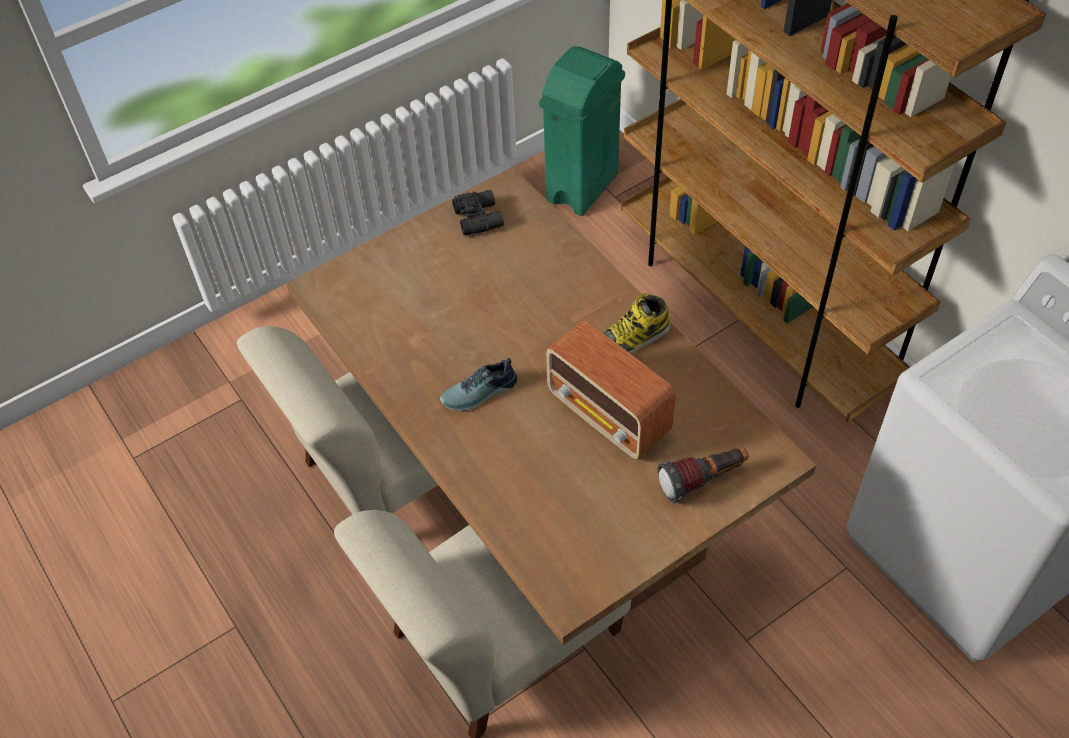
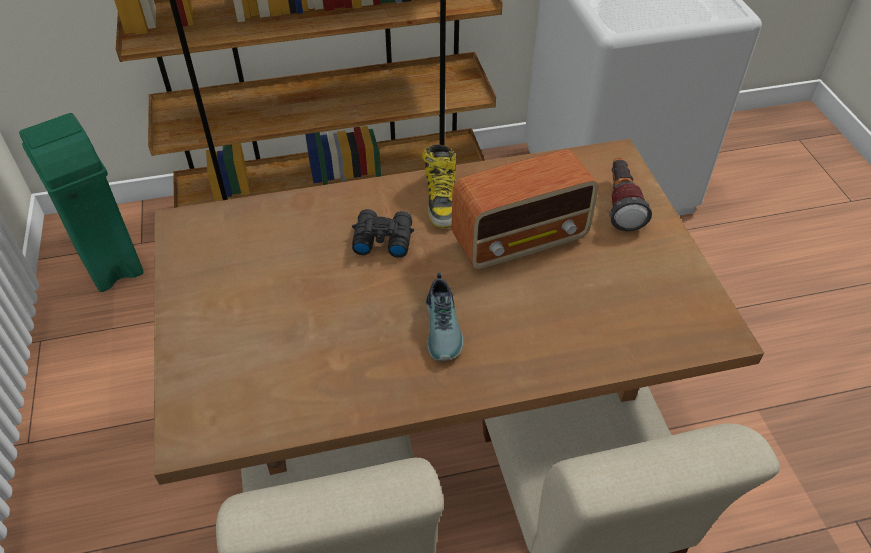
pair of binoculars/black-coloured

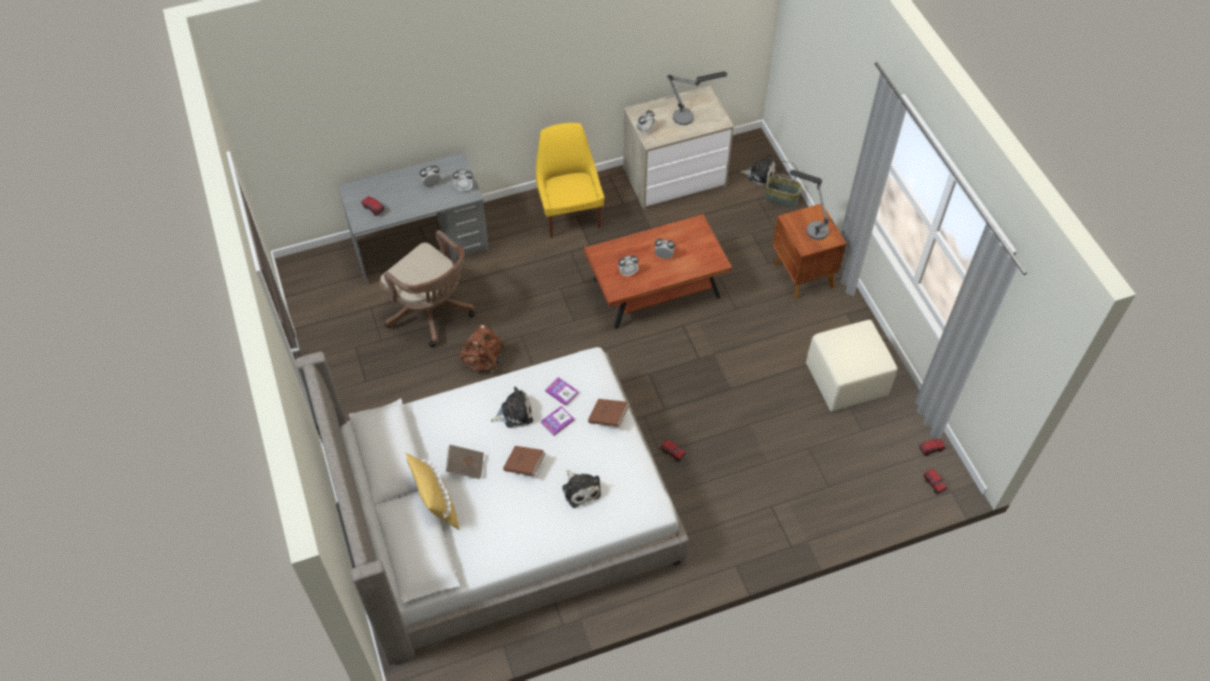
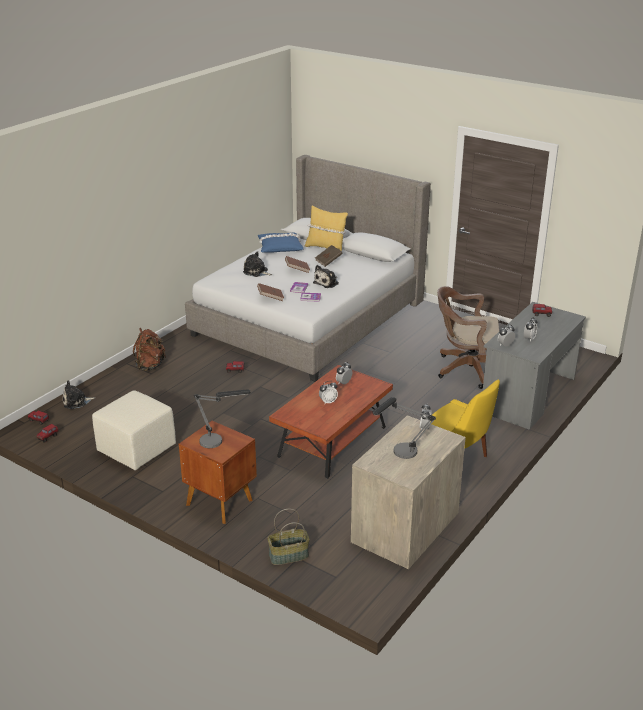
plush toy (1st from left); knapsack/brown; cushion/bluish

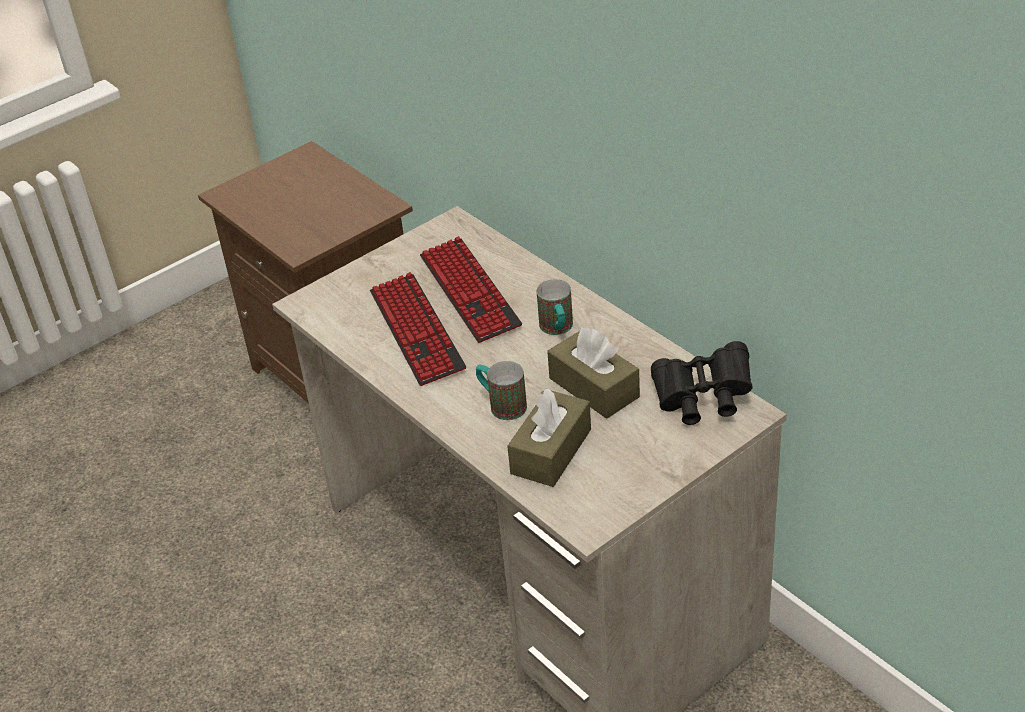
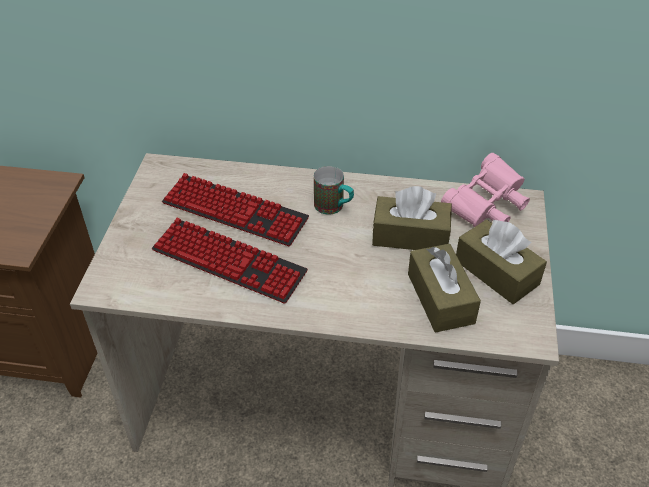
pair of binoculars/pinkish; mug (1st from left in the first image); tissue box/brown (3rd from left)

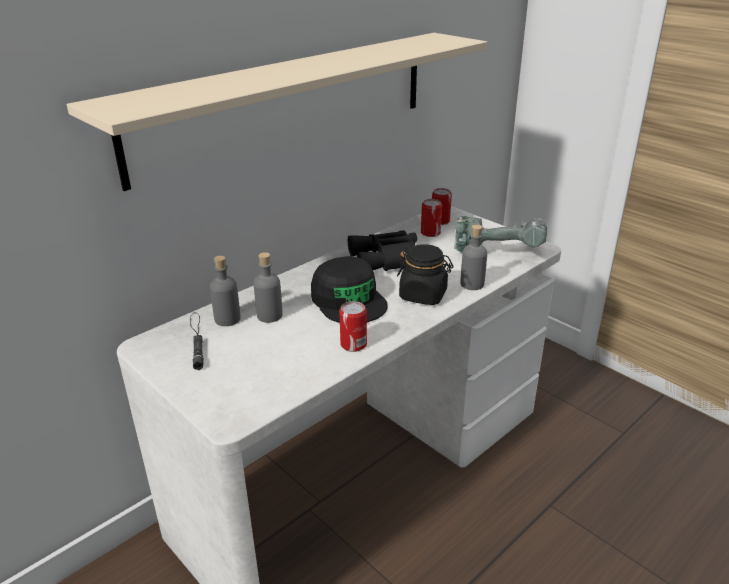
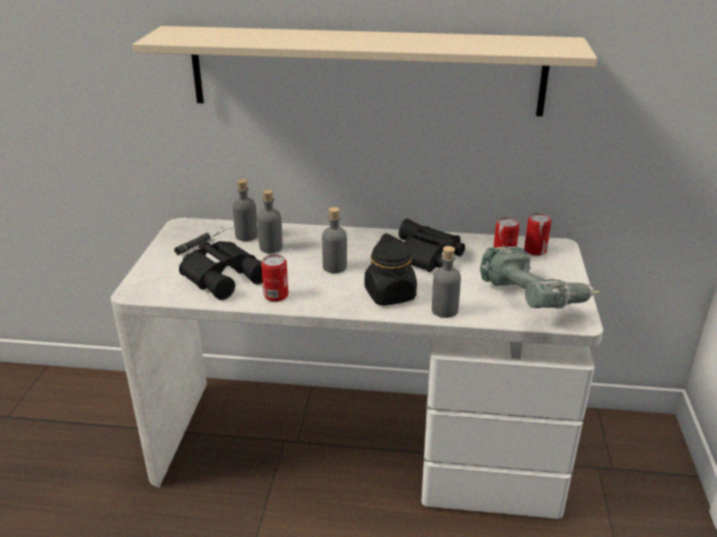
beverage bottle/greyish (3rd from left); pair of binoculars/black-coloured (1st from left)

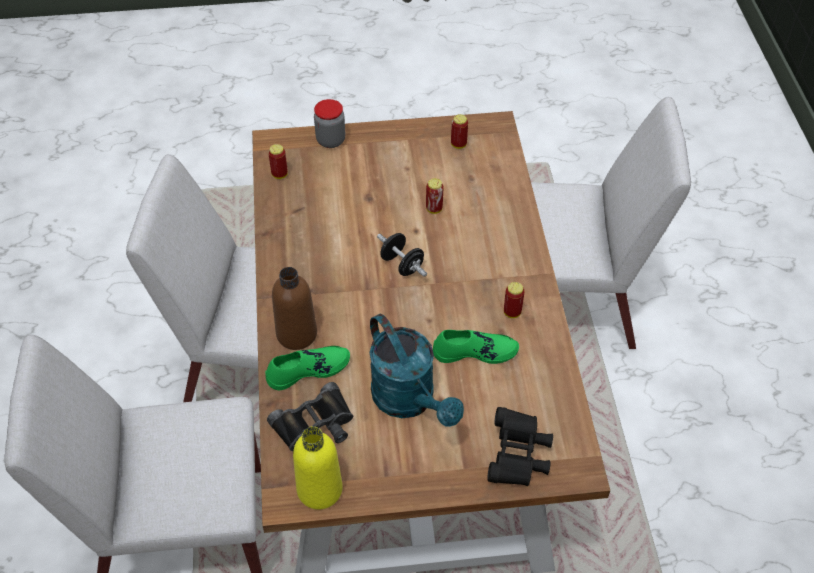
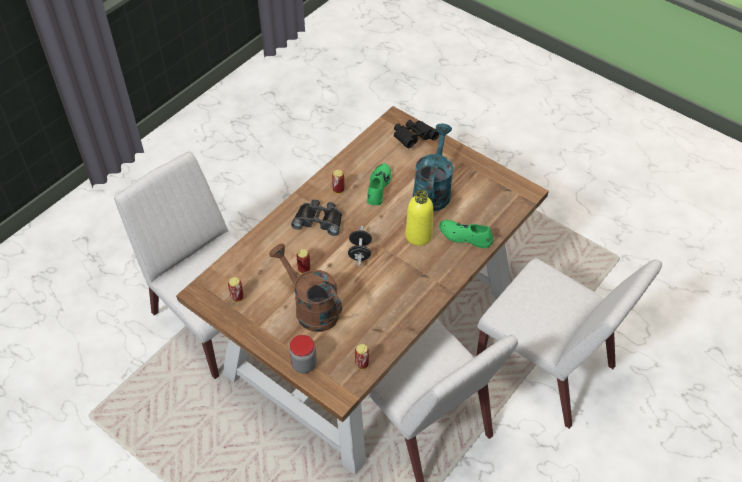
beverage bottle/brown; low shoe/green (1st from left); pair of binoculars/black-coloured (1st from left); beverage bottle/yellow-coloured; watering pot/brown

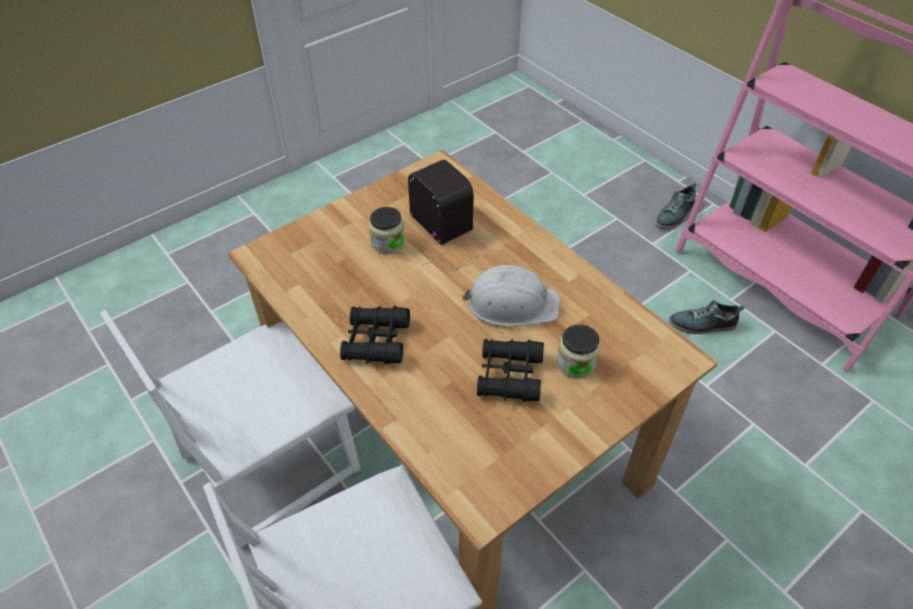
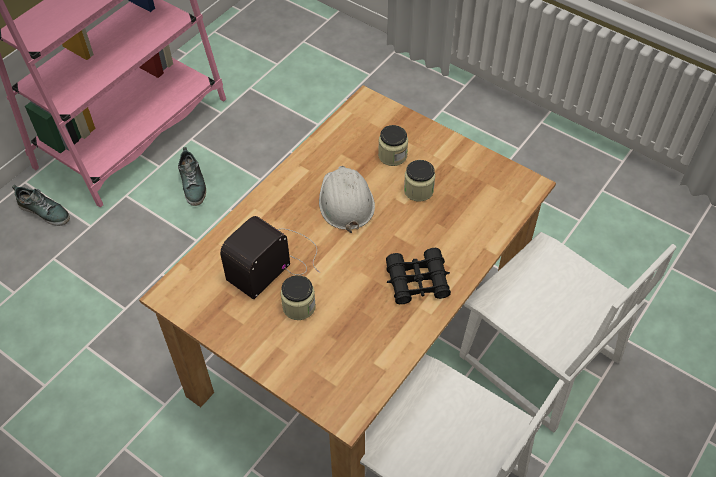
preserve jar (3rd from left)

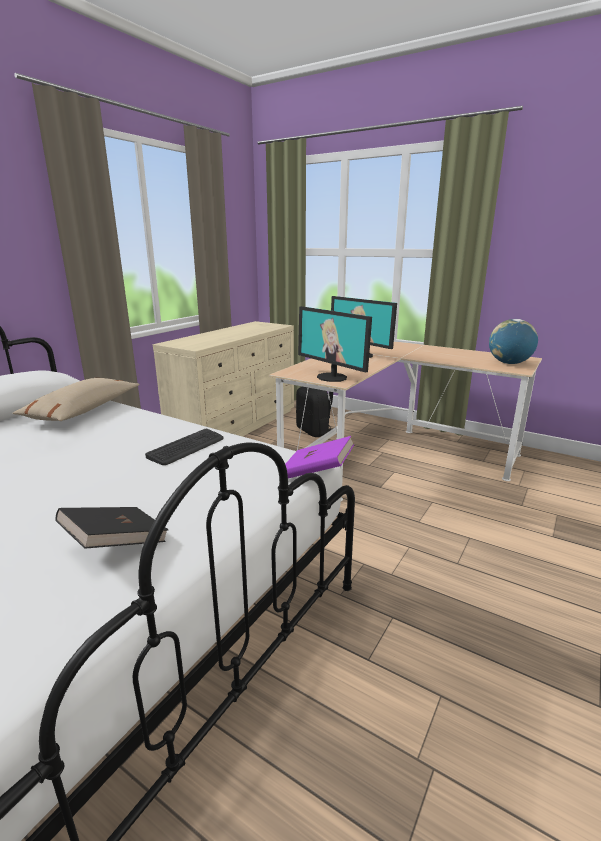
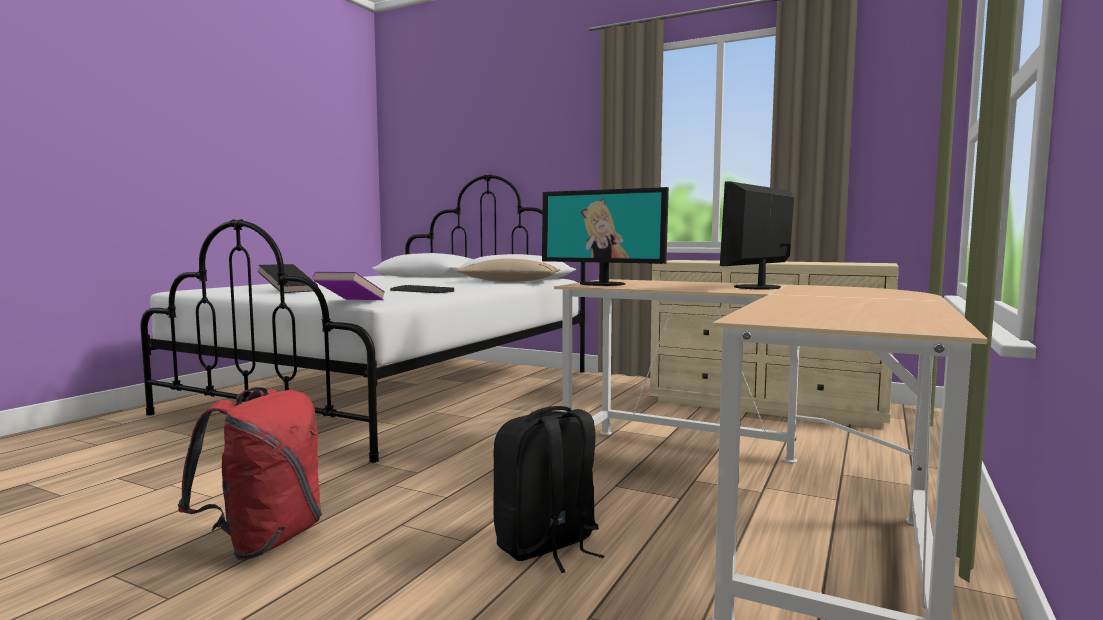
monitor (1st from left); globe; knapsack/black-coloured; knapsack/reddish

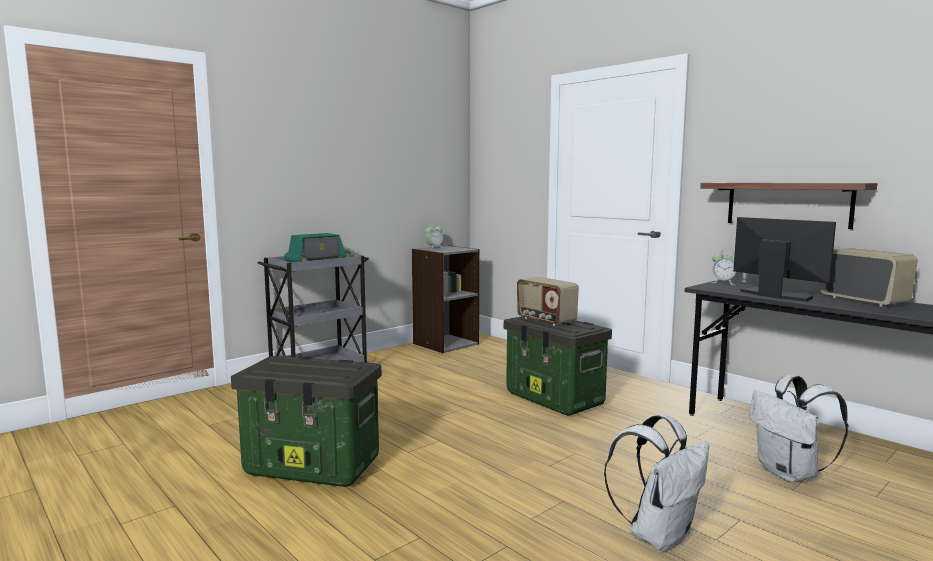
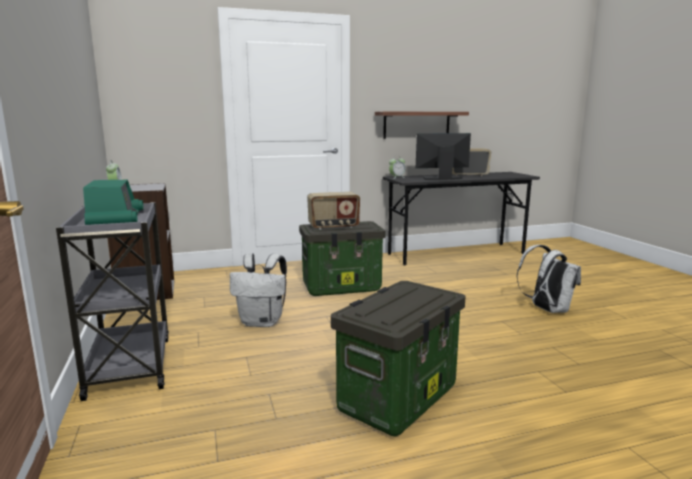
knapsack/white (1st from left)

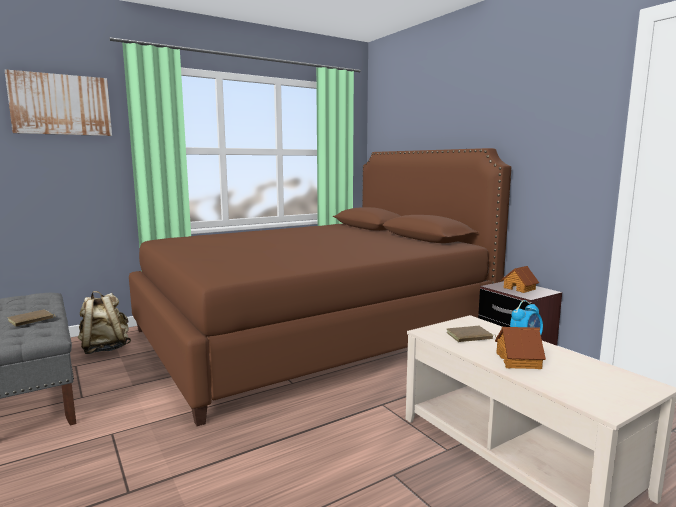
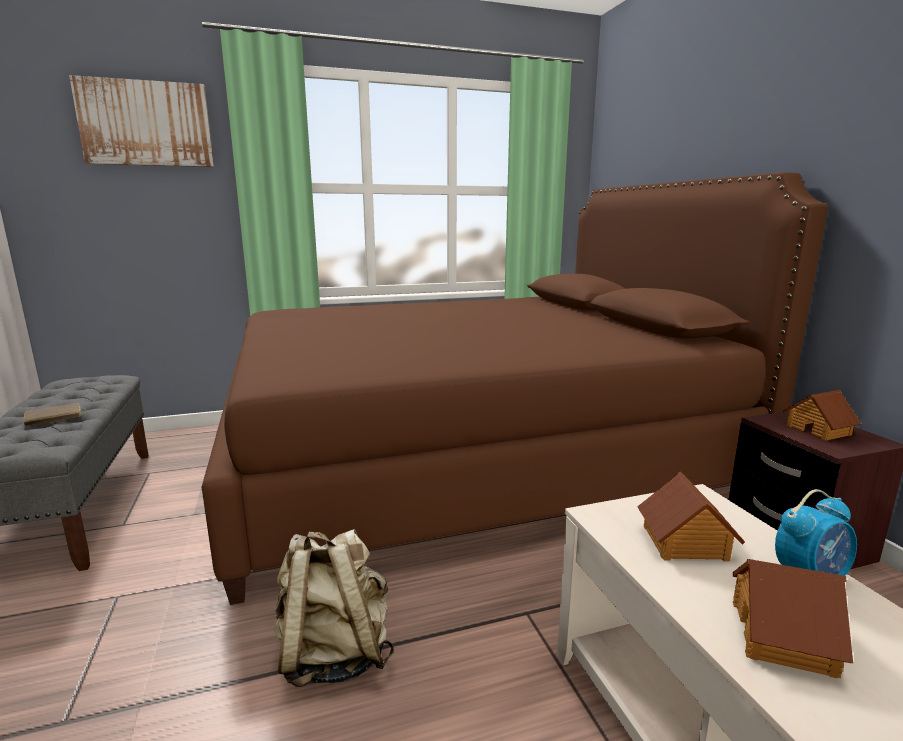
knapsack/beige; model house (1st from left)

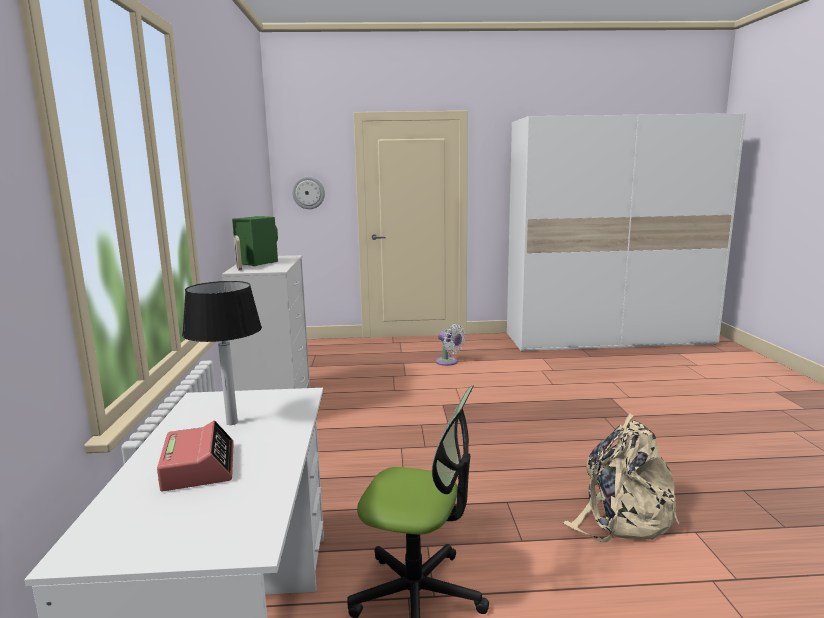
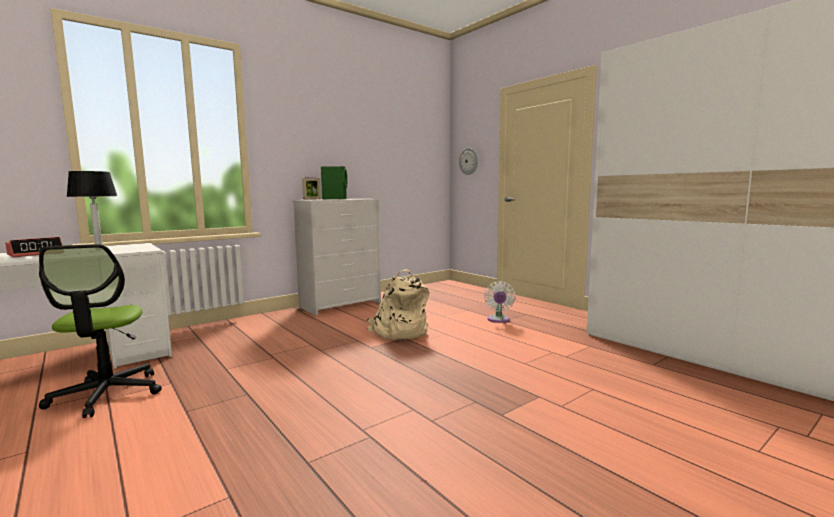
knapsack/beige

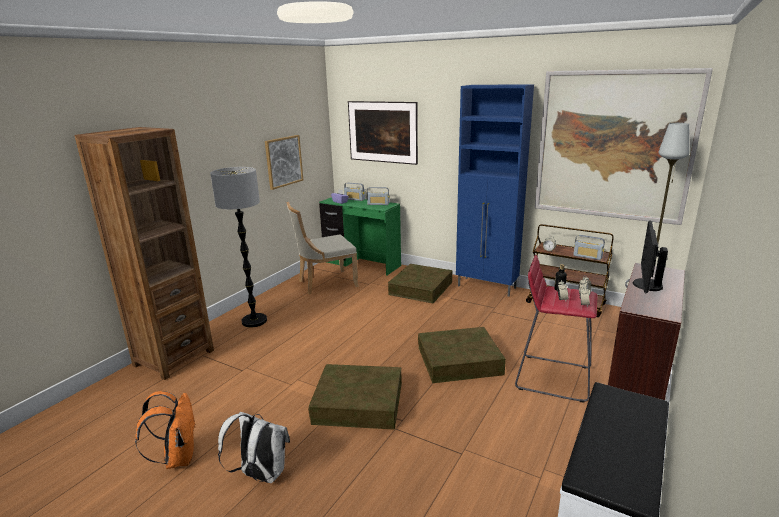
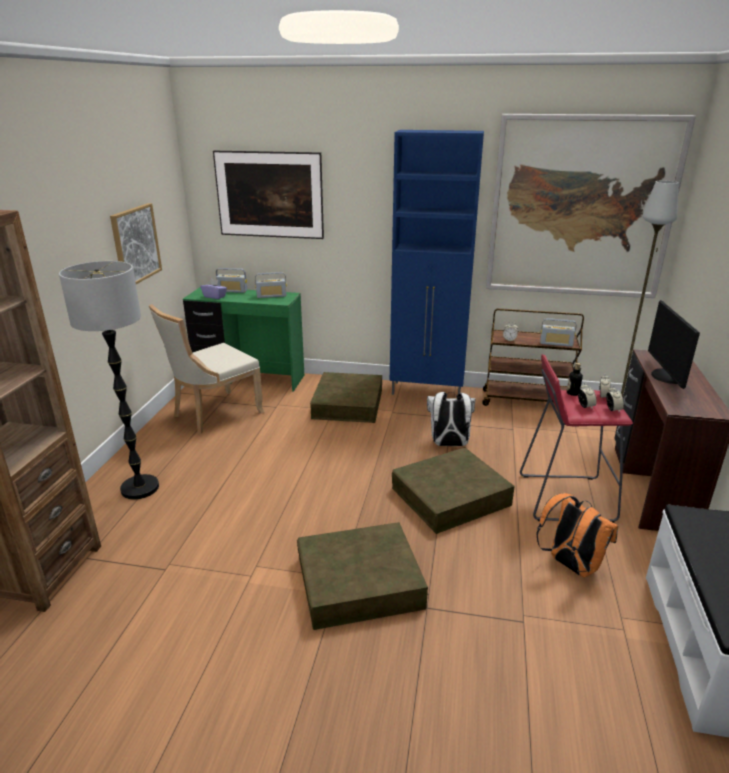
knapsack/orangey; knapsack/white

